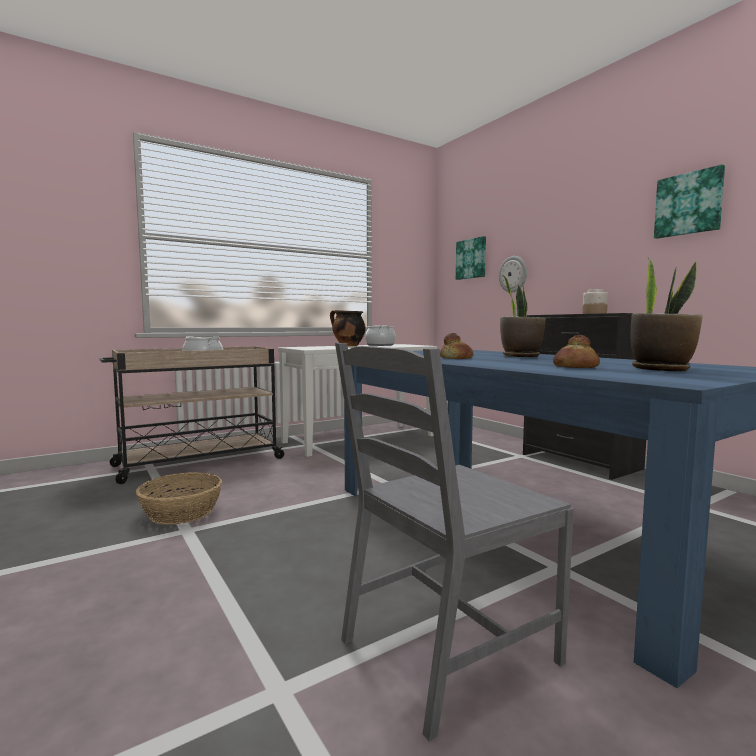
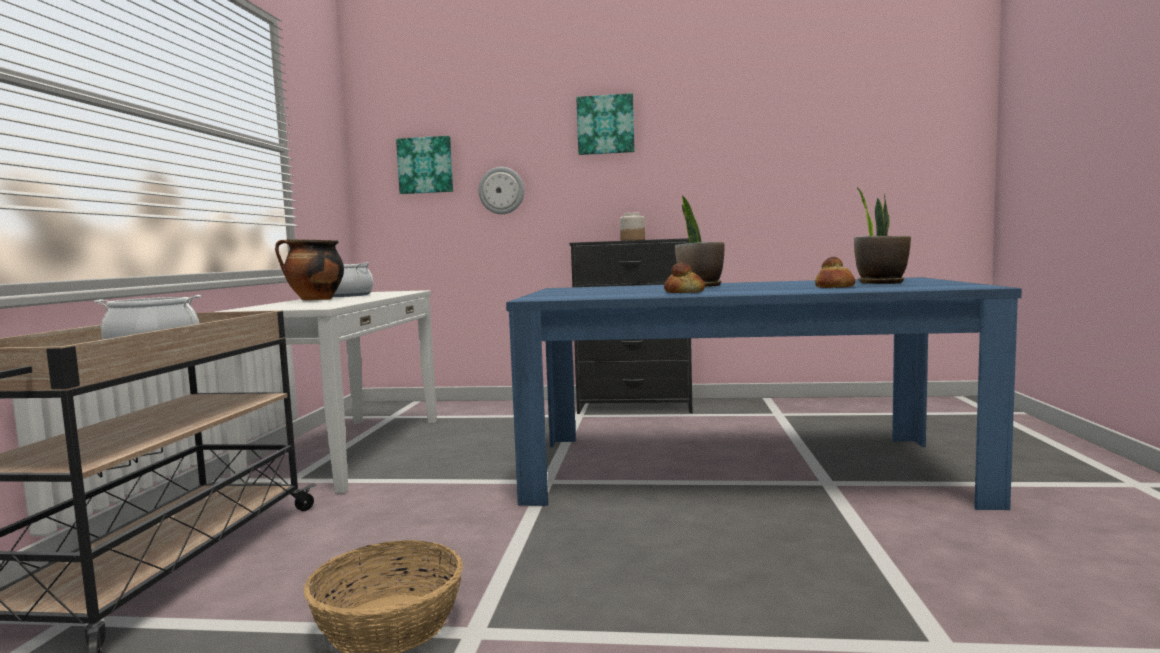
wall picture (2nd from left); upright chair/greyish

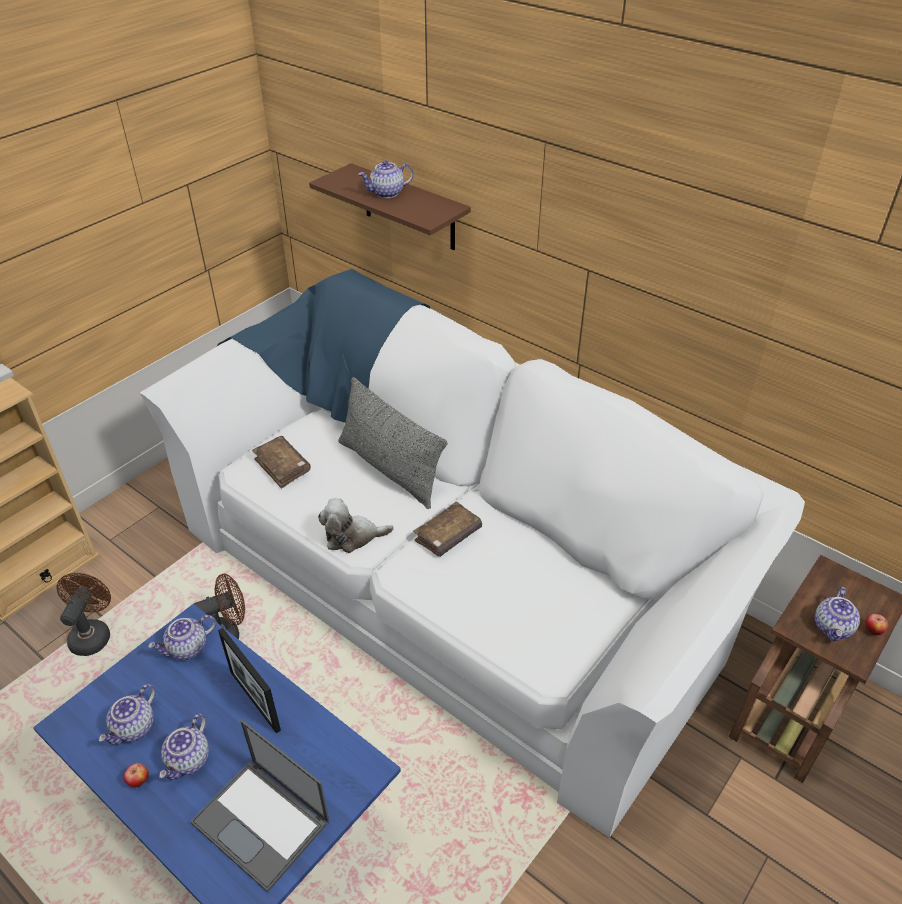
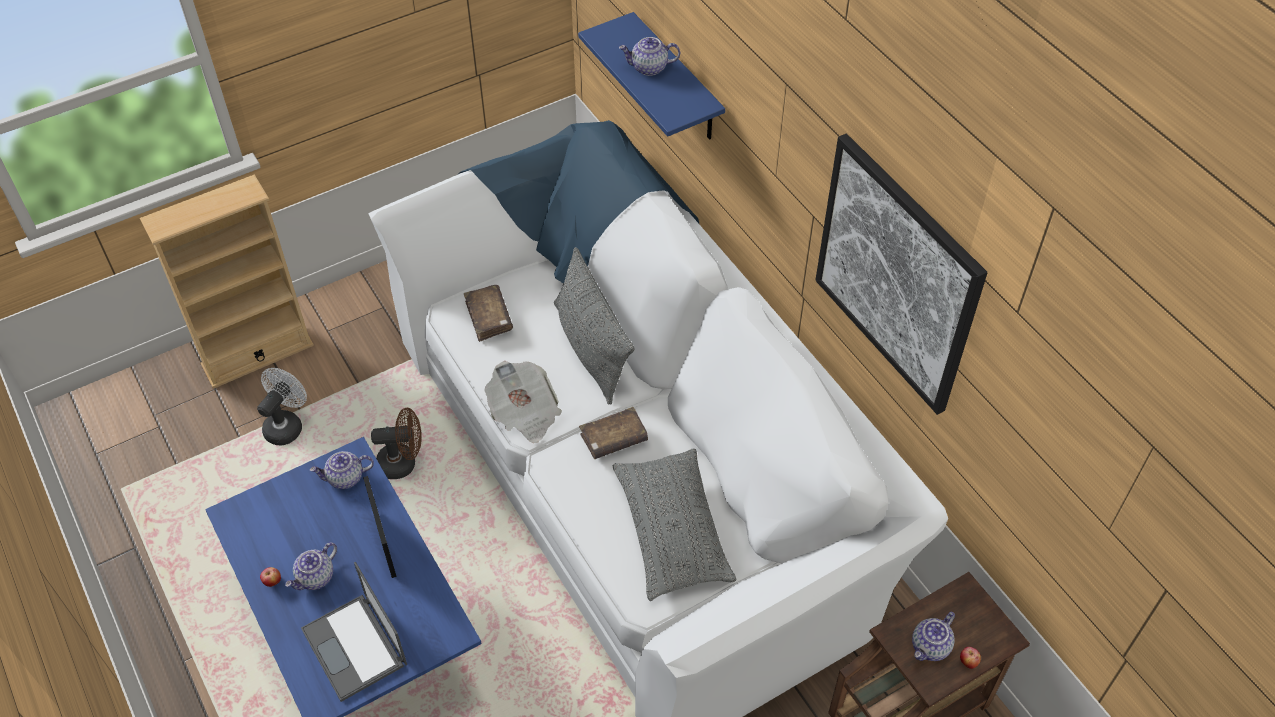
wall shelf/bluish; printed paper; electric fan/white; tea pot (1st from left in the first image); wall picture; cushion/greyish (2nd from left)

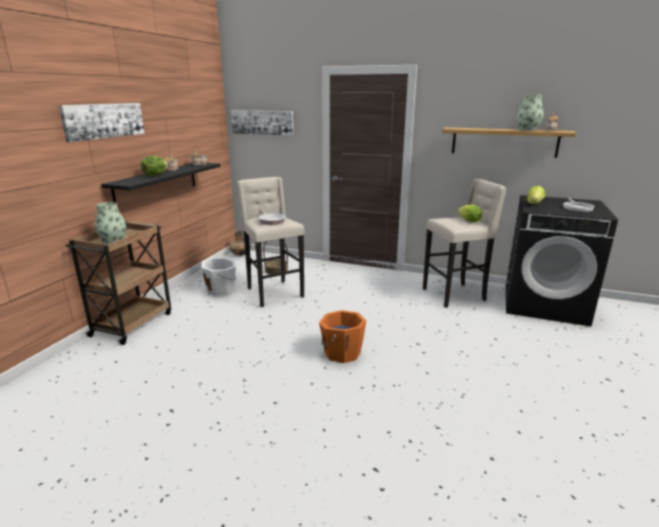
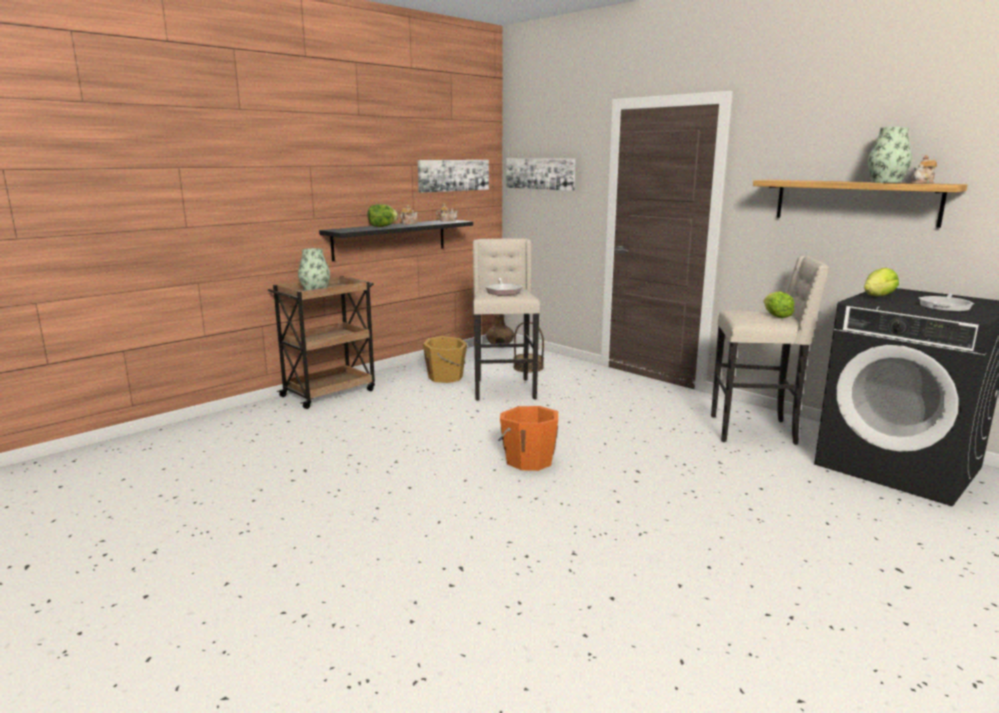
wall picture (1st from left); water bucket/orangey (1st from left)

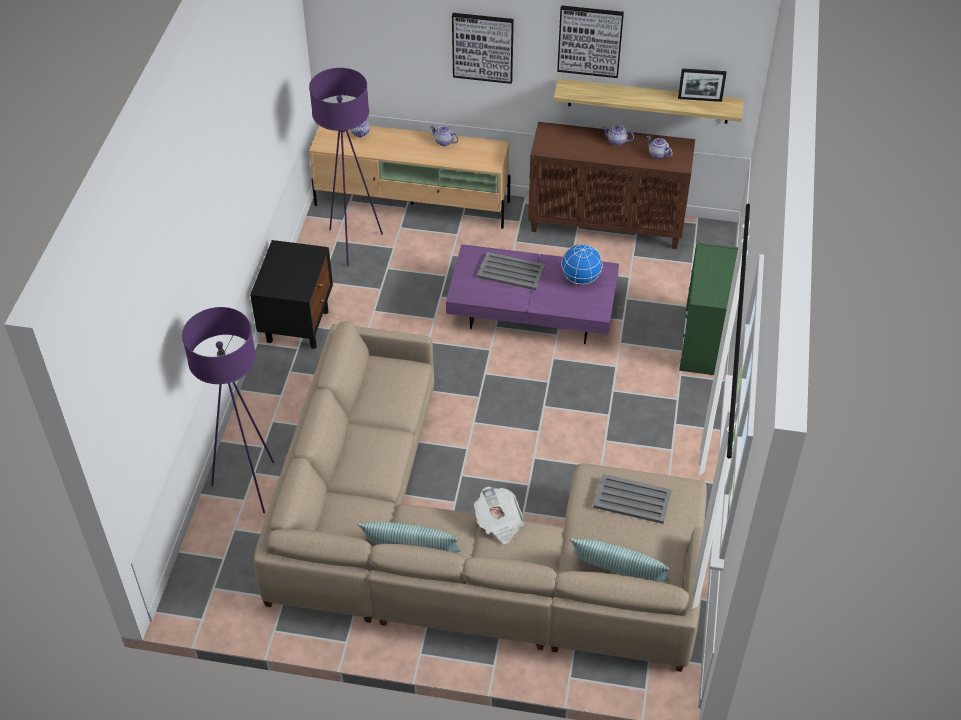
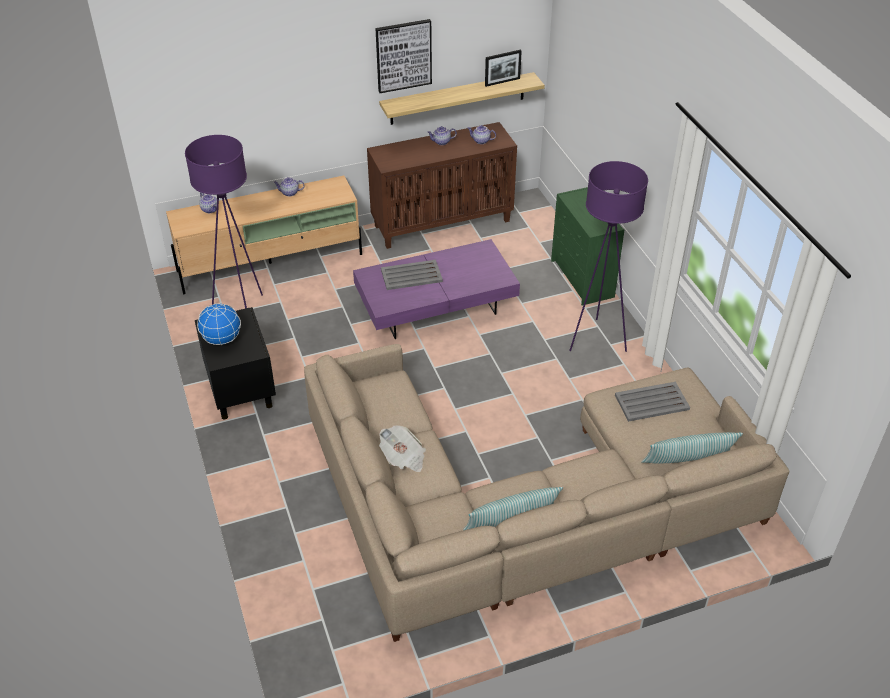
wall picture (1st from left in the first image); globe; standing lamp/purplish (2nd from left); printed paper

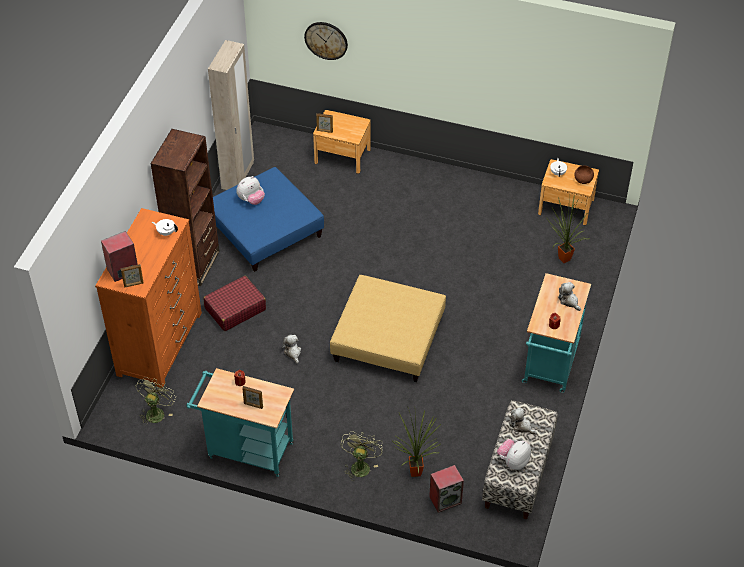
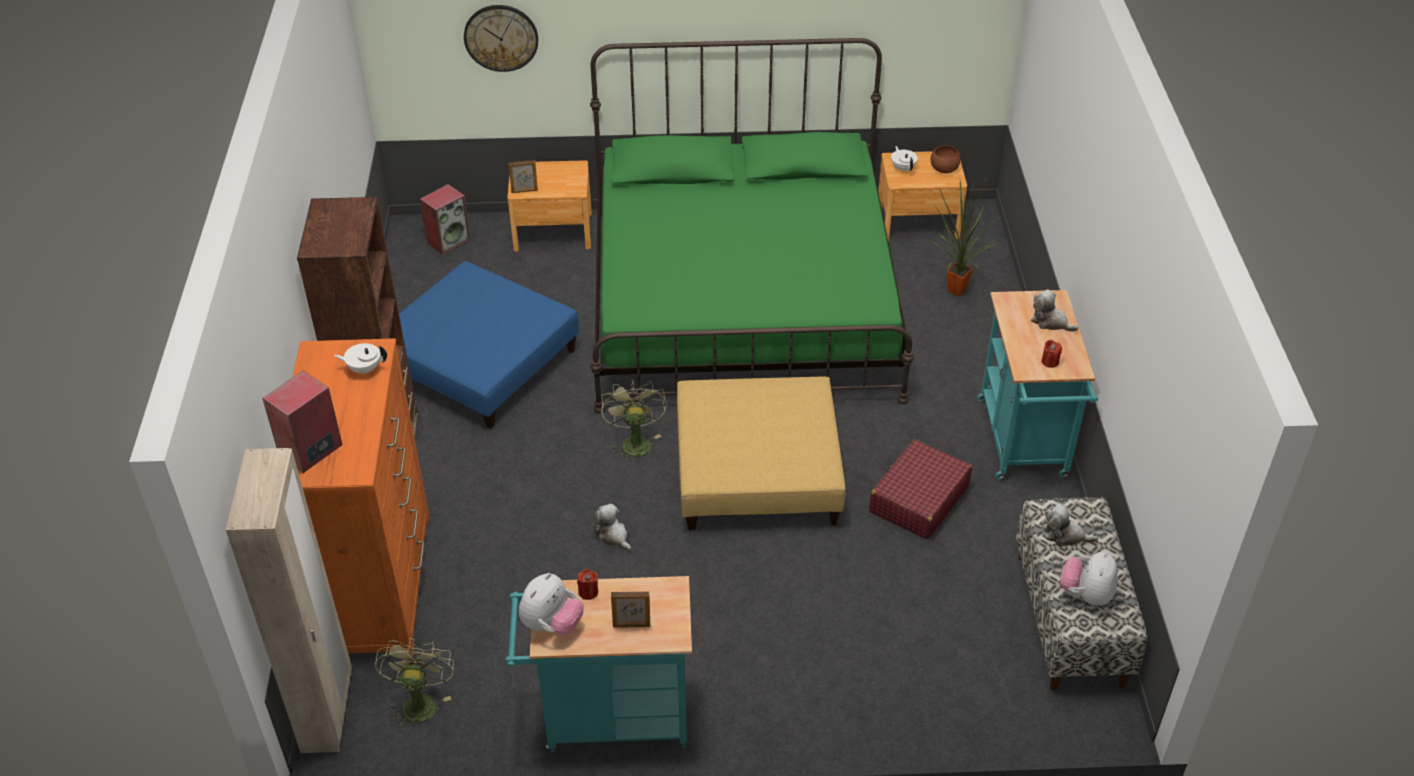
wardrobe/beige; plush toy (1st from left); standing frame (1st from left in the first image); suitcase/reddish; plant in a pot (1st from left in the first image); electric fan/green (2nd from left); audio speaker (2nd from left); bedroom bed/green

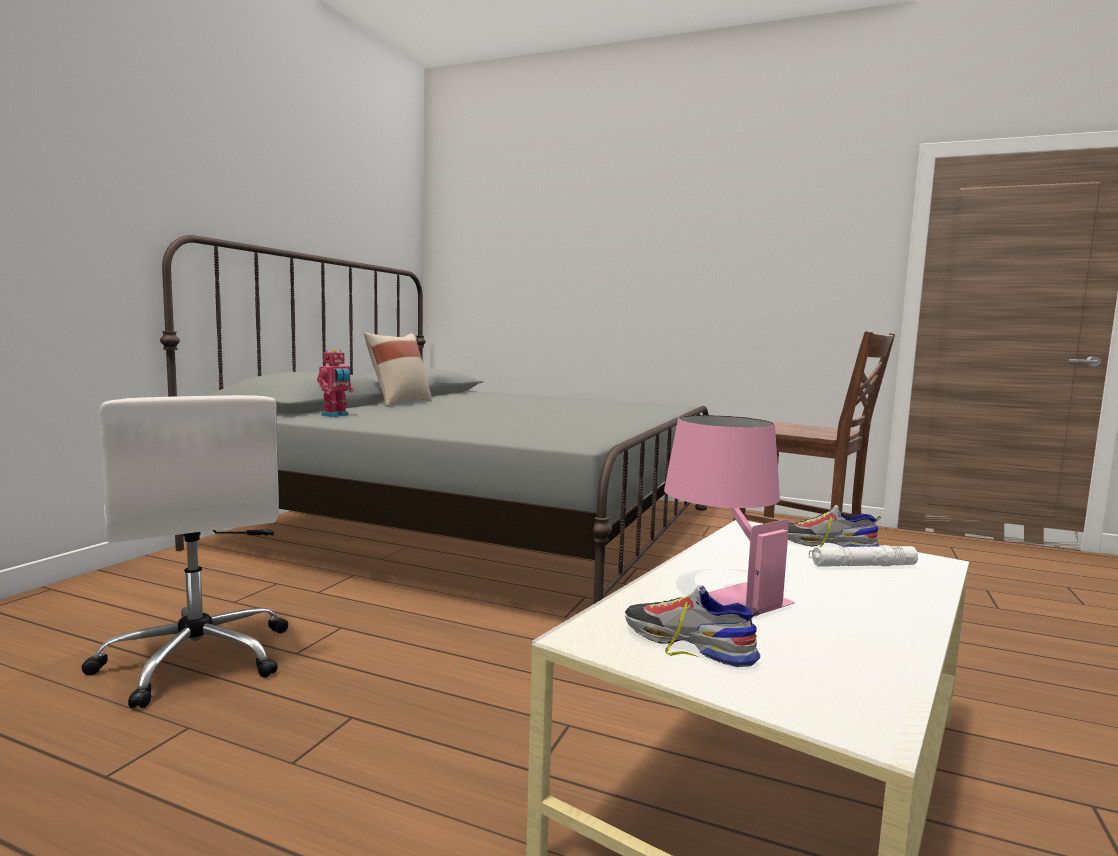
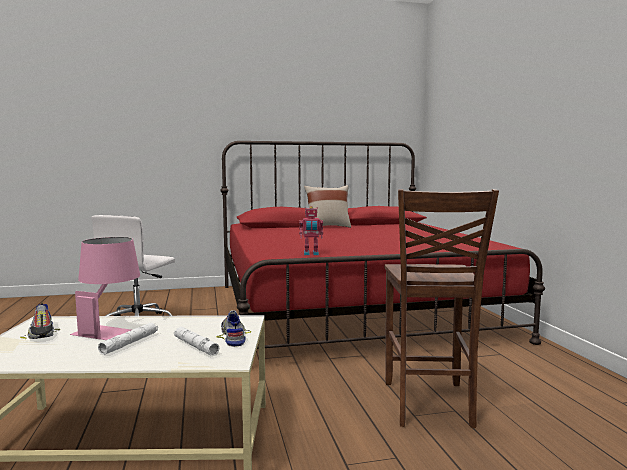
bedroom bed/reddish; toy robot; low shoe (1st from left); torch/white (1st from left)

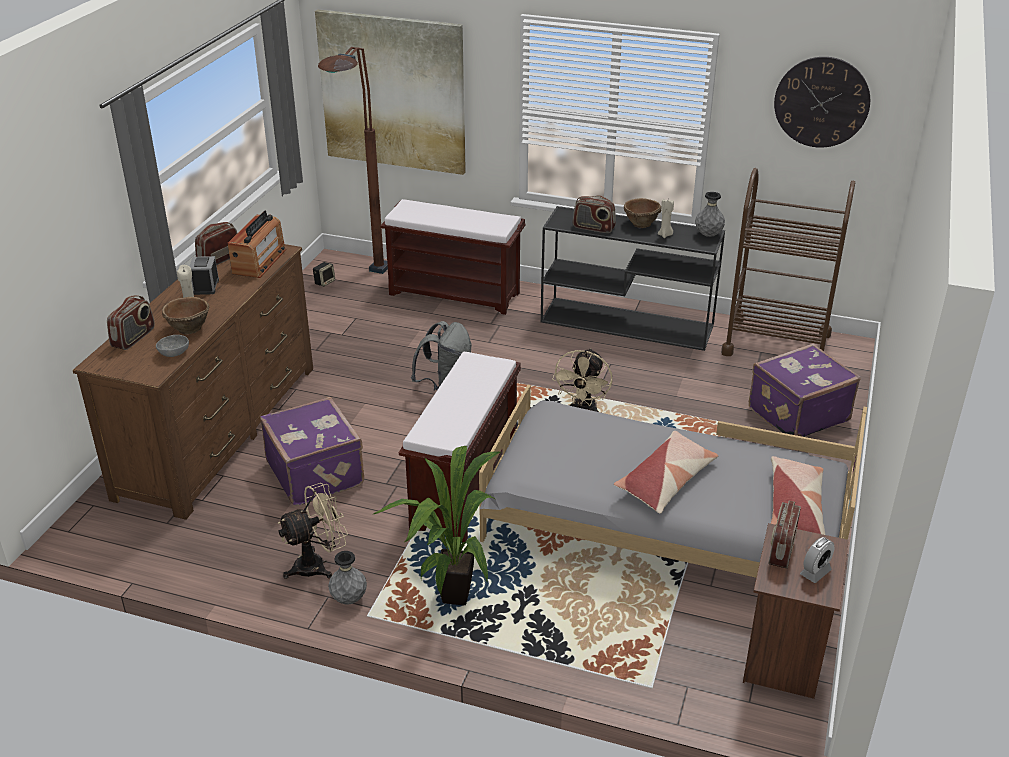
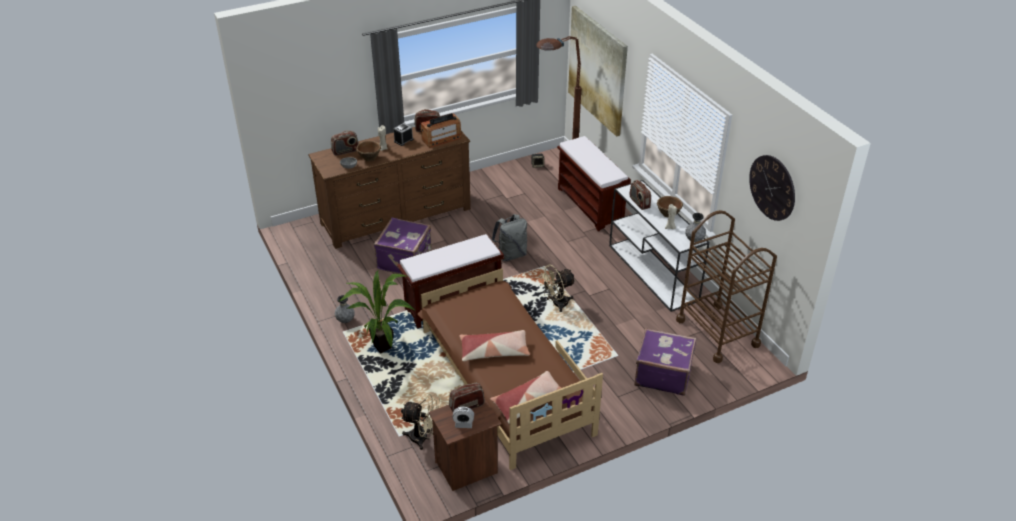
hall table/white; bedroom bed/brown; electric fan/beige (1st from left)

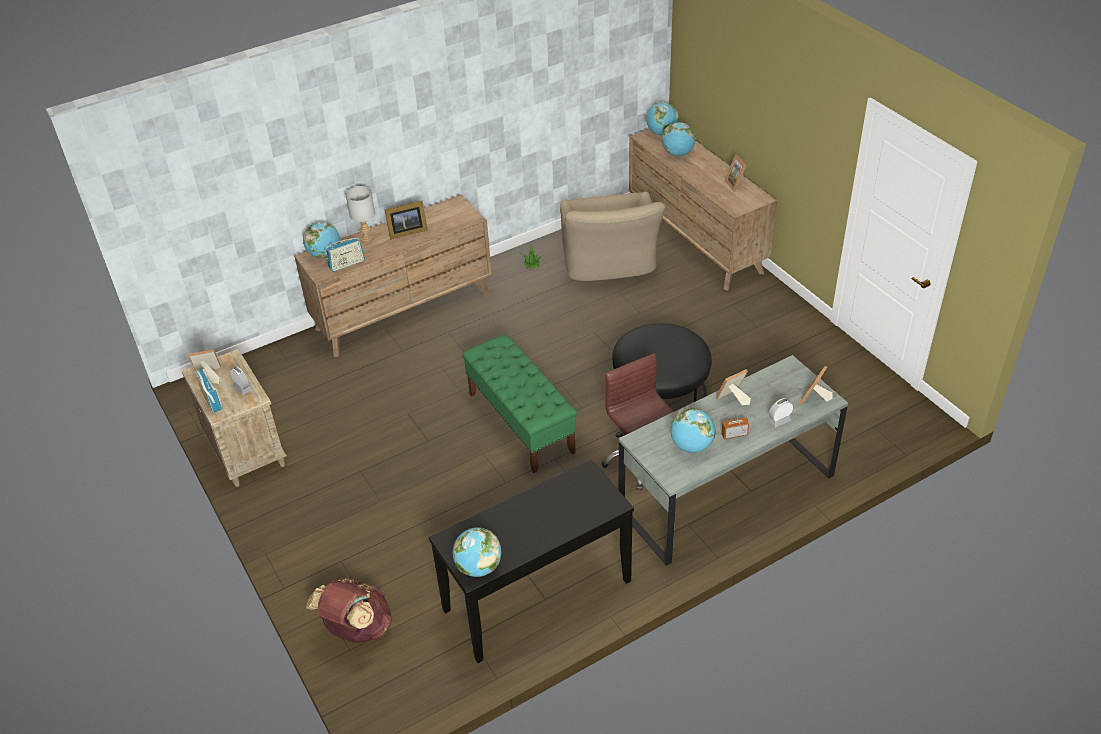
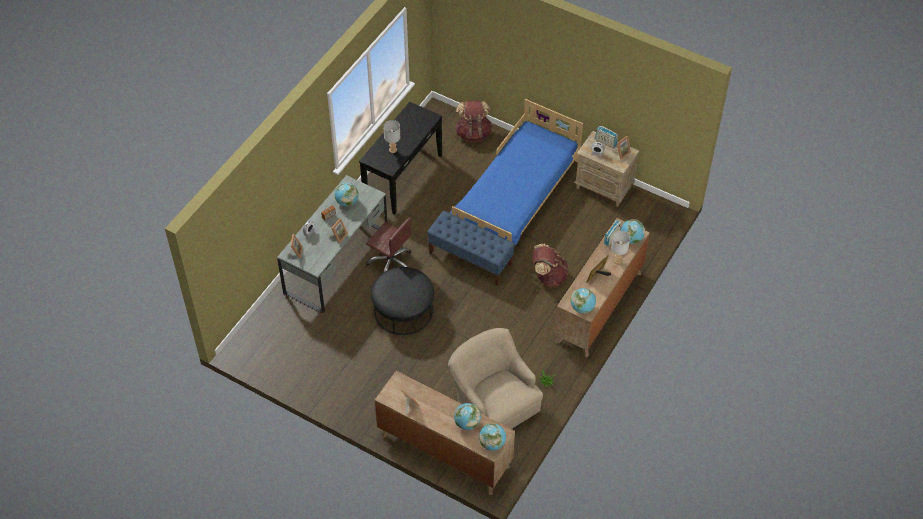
bench/bluish; globe (4th from left); bedroom bed/bluish; lamp for a table/greyish (1st from left); knapsack/brown (2nd from left)

